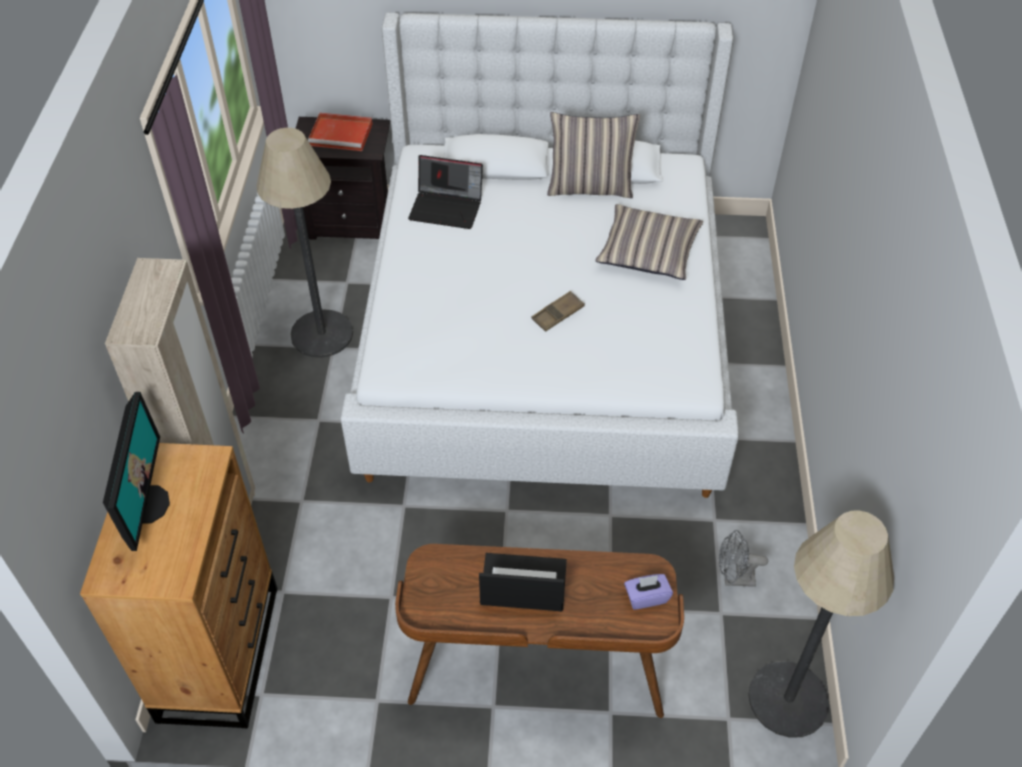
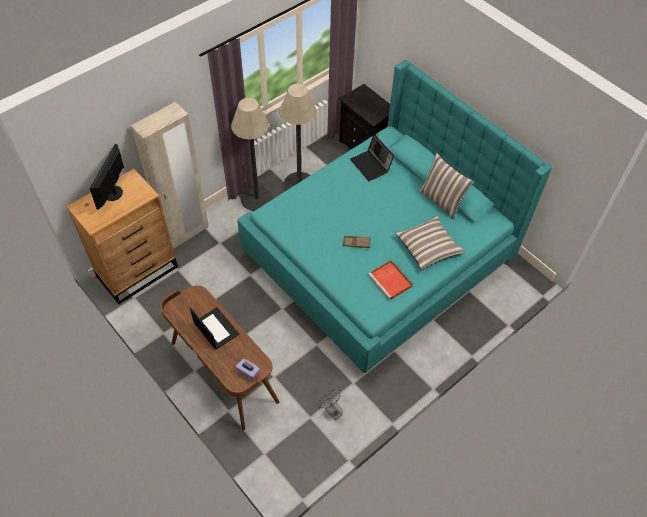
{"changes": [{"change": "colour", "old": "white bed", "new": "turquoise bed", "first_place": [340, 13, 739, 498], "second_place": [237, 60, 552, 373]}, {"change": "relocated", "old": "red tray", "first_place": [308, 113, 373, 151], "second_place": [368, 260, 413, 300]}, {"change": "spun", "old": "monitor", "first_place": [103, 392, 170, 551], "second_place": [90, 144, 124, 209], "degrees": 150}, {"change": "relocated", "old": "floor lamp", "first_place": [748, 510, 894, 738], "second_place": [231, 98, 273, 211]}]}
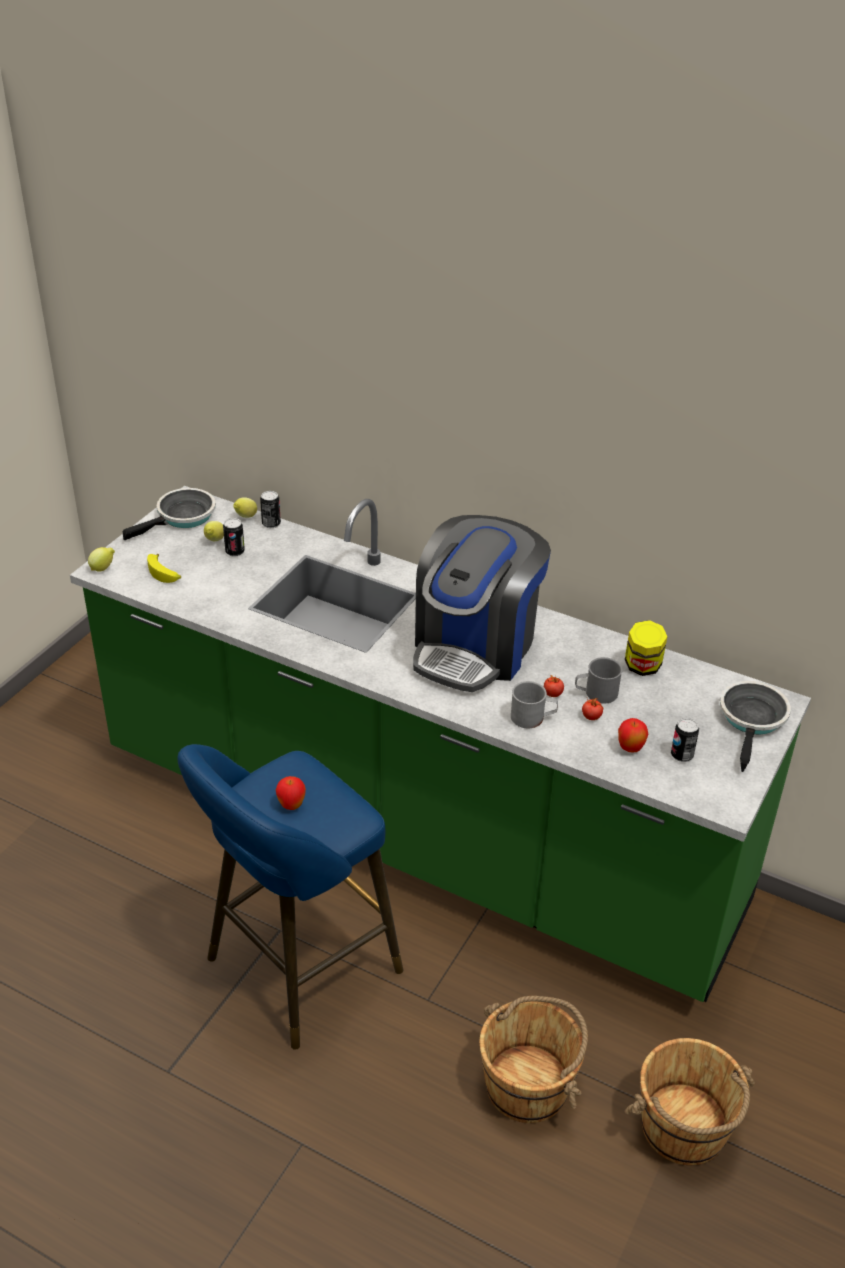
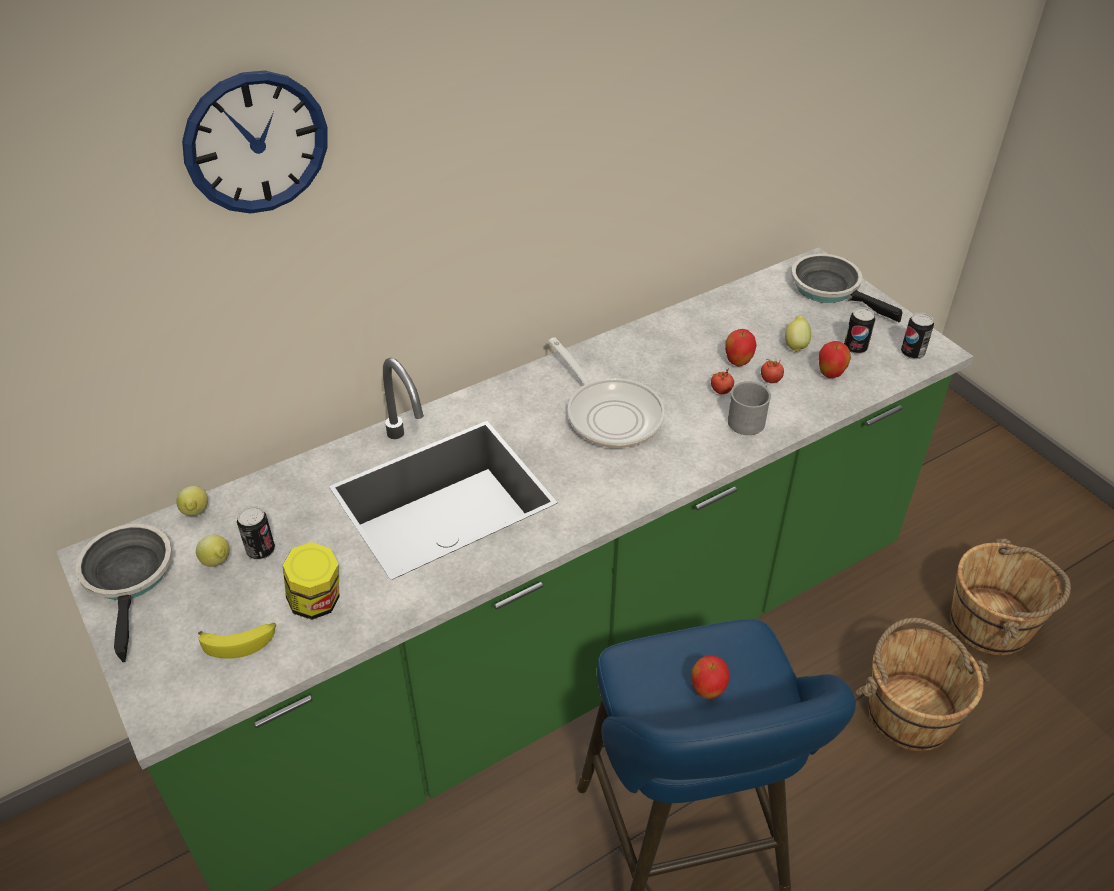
{"changes": [{"change": "relocated", "old": "can", "first_place": [260, 491, 281, 528], "second_place": [901, 312, 934, 360]}, {"change": "exchanged", "old": "coffee machine", "new": "frying pan", "first_place": [413, 515, 551, 692], "second_place": [549, 338, 665, 448]}, {"change": "relocated", "old": "lemon", "first_place": [88, 547, 115, 572], "second_place": [785, 315, 811, 352]}, {"change": "relocated", "old": "jar", "first_place": [625, 620, 667, 676], "second_place": [283, 542, 339, 620]}, {"change": "exchanged", "old": "grey mug", "new": "apple", "first_place": [575, 657, 623, 704], "second_place": [725, 329, 757, 366]}, {"change": "appeared", "new": "wall clock", "second_place": [182, 71, 327, 214]}]}
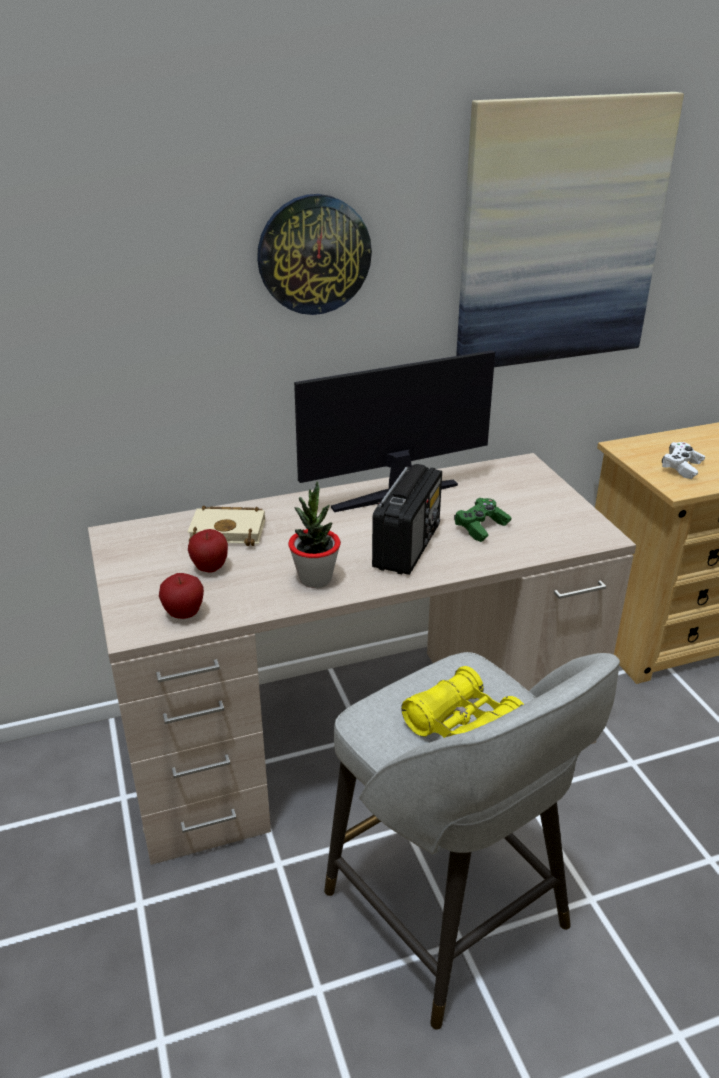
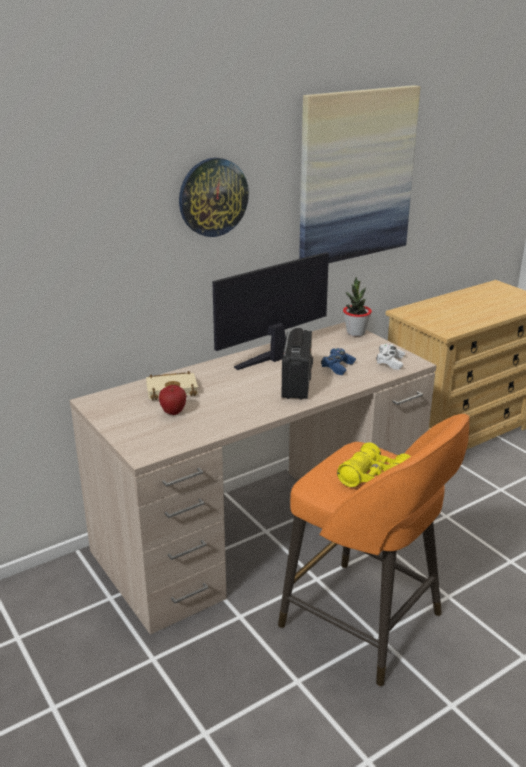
{"changes": [{"change": "relocated", "old": "white game controller", "first_place": [662, 442, 705, 479], "second_place": [376, 344, 405, 370]}, {"change": "relocated", "old": "potted plant", "first_place": [288, 481, 341, 588], "second_place": [343, 277, 372, 336]}, {"change": "colour", "old": "green game controller", "new": "blue game controller", "first_place": [454, 498, 511, 542], "second_place": [321, 348, 356, 375]}, {"change": "missing", "old": "apple", "first_place": [159, 573, 204, 619]}, {"change": "colour", "old": "grey stool", "new": "orange stool", "first_place": [324, 652, 620, 1030], "second_place": [278, 414, 470, 686]}]}
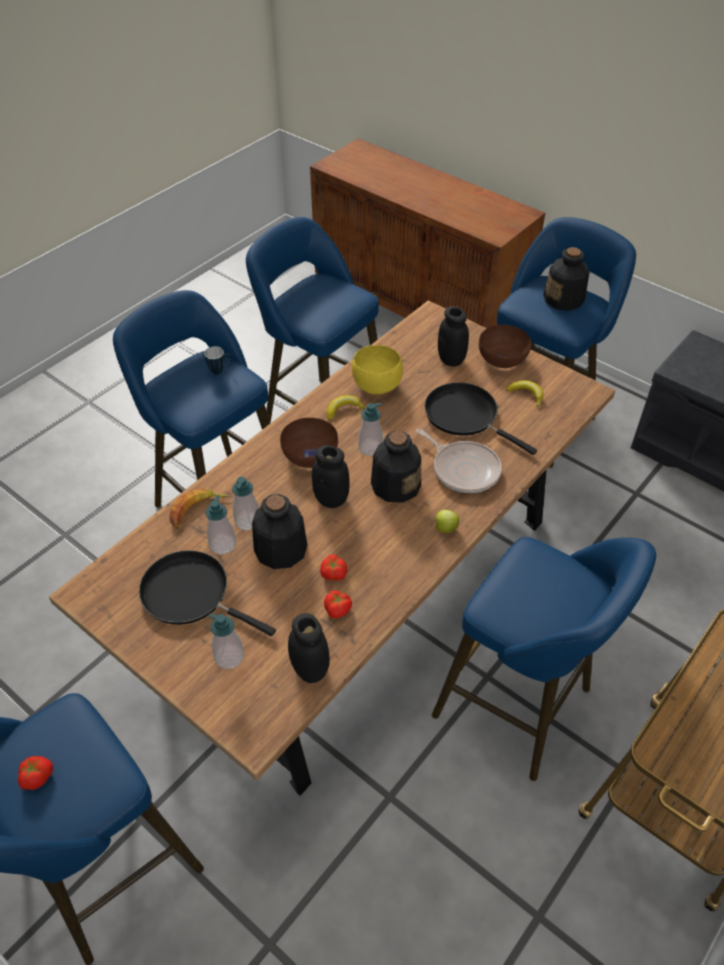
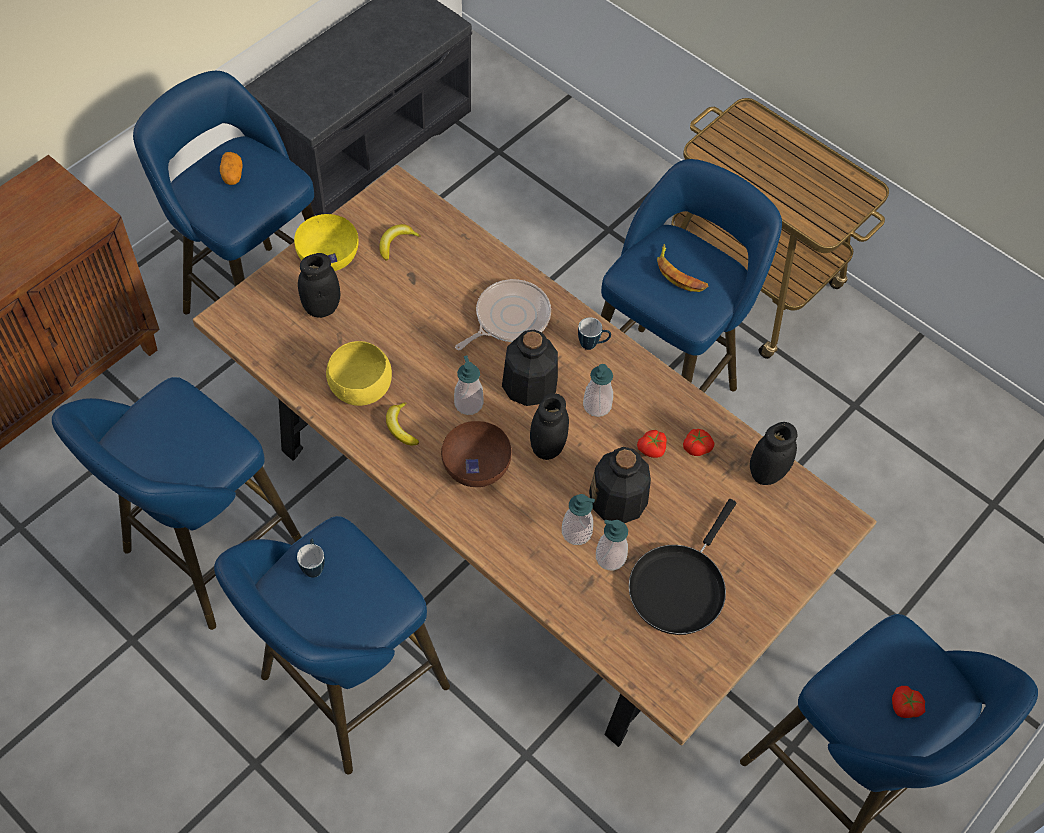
{"changes": [{"change": "exchanged", "old": "bottle", "new": "potato", "first_place": [543, 247, 590, 311], "second_place": [220, 152, 243, 185]}, {"change": "colour", "old": "brown bowl", "new": "yellow bowl", "first_place": [479, 325, 531, 368], "second_place": [294, 214, 359, 271]}, {"change": "missing", "old": "black frying pan", "first_place": [424, 382, 537, 455]}, {"change": "relocated", "old": "banana", "first_place": [169, 489, 229, 529], "second_place": [657, 244, 708, 292]}, {"change": "exchanged", "old": "apple", "new": "mug", "first_place": [433, 510, 459, 533], "second_place": [578, 317, 611, 350]}, {"change": "relocated", "old": "soap dispenser", "first_place": [209, 613, 244, 669], "second_place": [583, 364, 613, 417]}]}
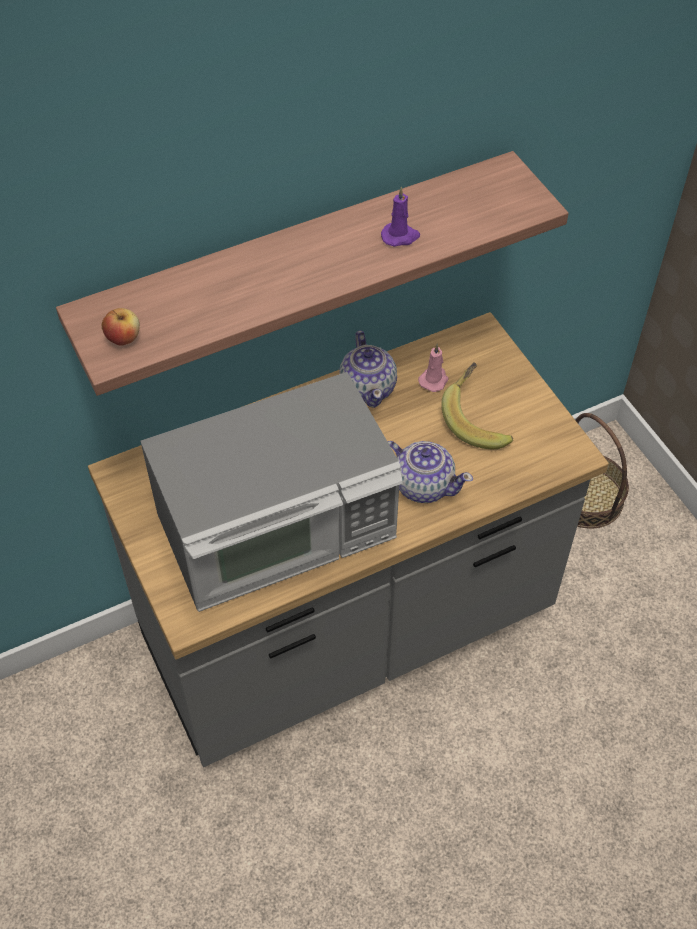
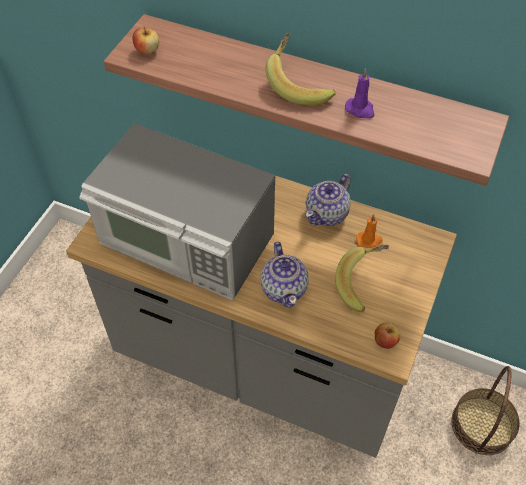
{"changes": [{"change": "colour", "old": "pink candle", "new": "orange candle", "first_place": [418, 344, 449, 392], "second_place": [356, 214, 383, 248]}, {"change": "appeared", "new": "banana", "second_place": [265, 33, 336, 105]}, {"change": "appeared", "new": "apple", "second_place": [375, 322, 401, 349]}]}
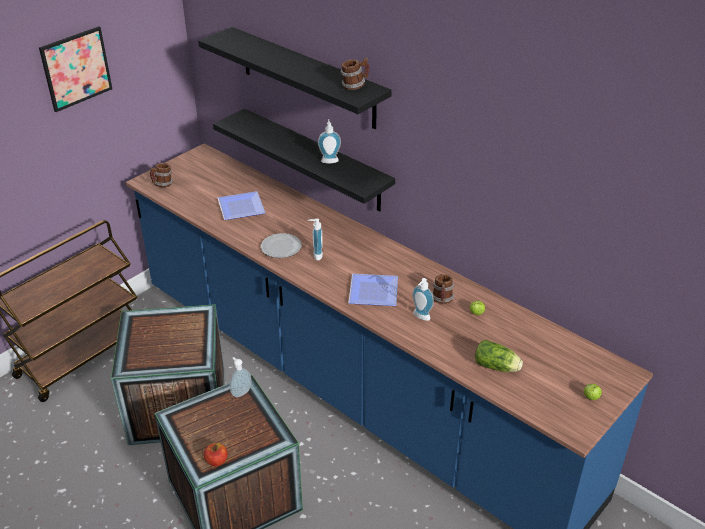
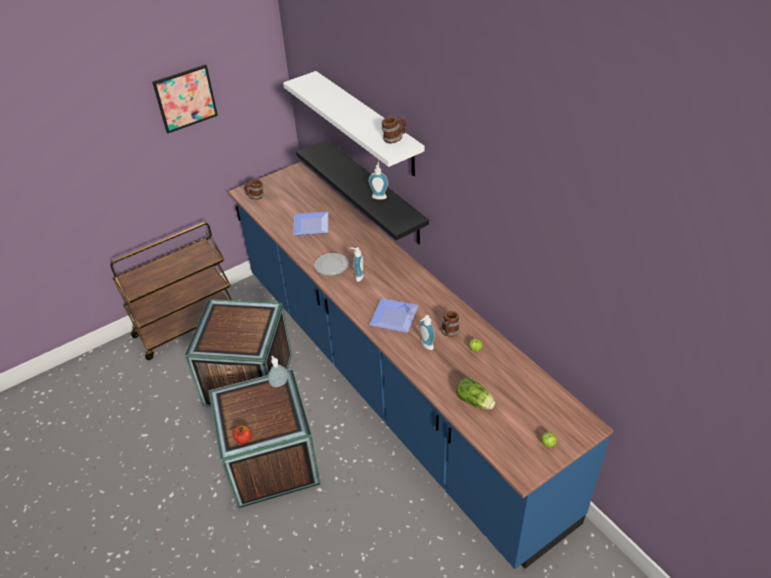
{"changes": [{"change": "colour", "old": "black shelf", "new": "white shelf", "first_place": [198, 27, 392, 129], "second_place": [283, 71, 425, 176]}]}
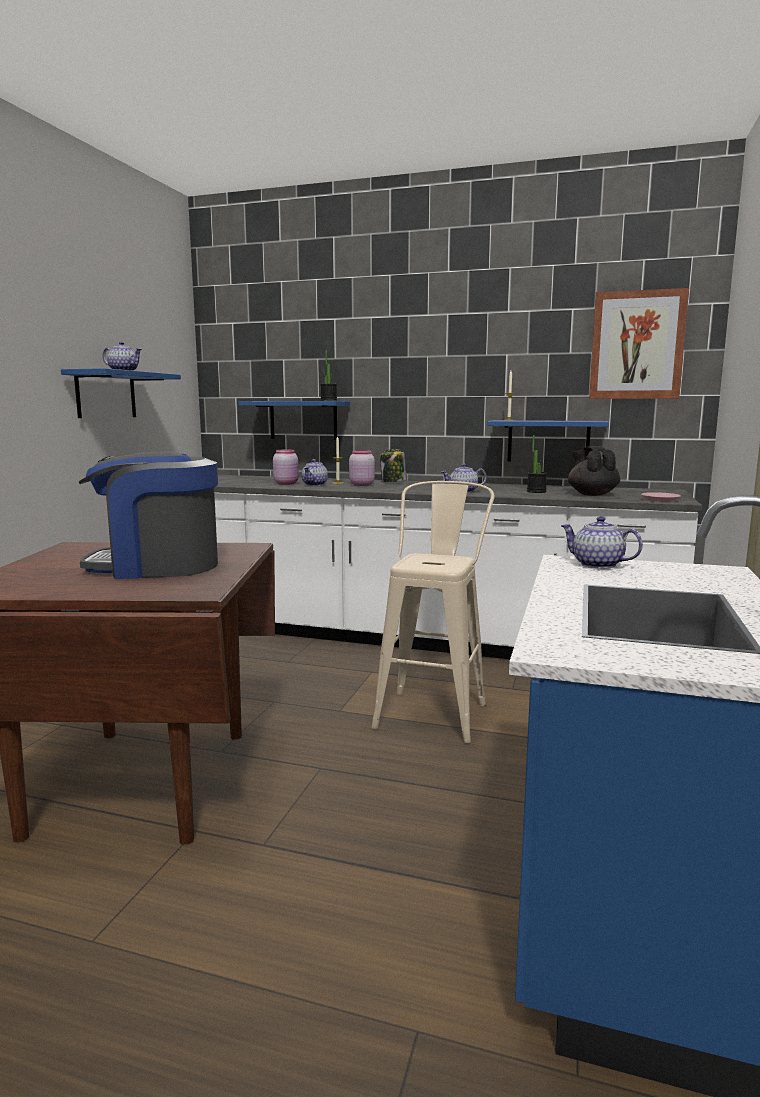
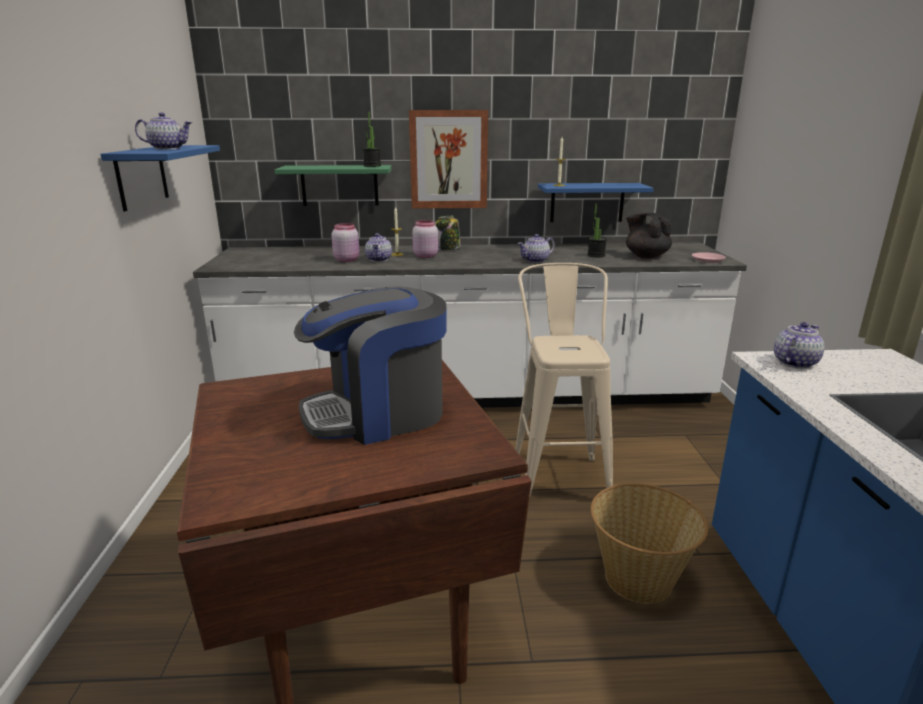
{"changes": [{"change": "relocated", "old": "picture", "first_place": [589, 288, 689, 399], "second_place": [409, 110, 488, 209]}, {"change": "colour", "old": "blue shelf", "new": "green shelf", "first_place": [239, 401, 350, 440], "second_place": [275, 165, 392, 206]}, {"change": "spun", "old": "teapot", "first_place": [561, 516, 643, 569], "second_place": [774, 322, 825, 369], "degrees": 120}, {"change": "appeared", "new": "basket", "second_place": [590, 483, 708, 604]}]}
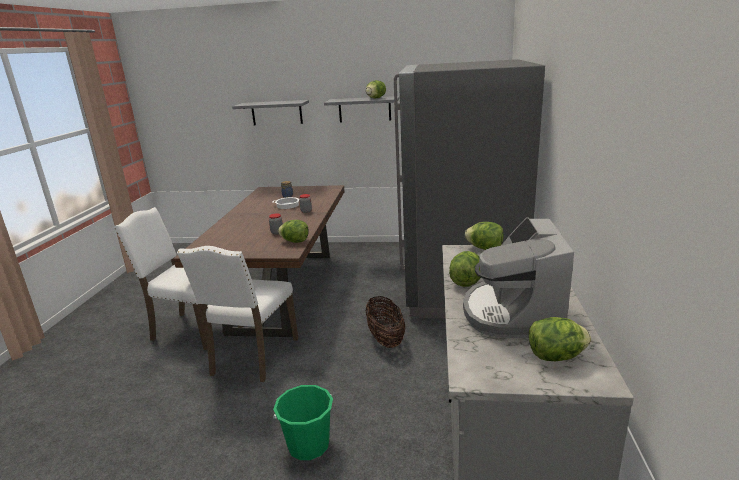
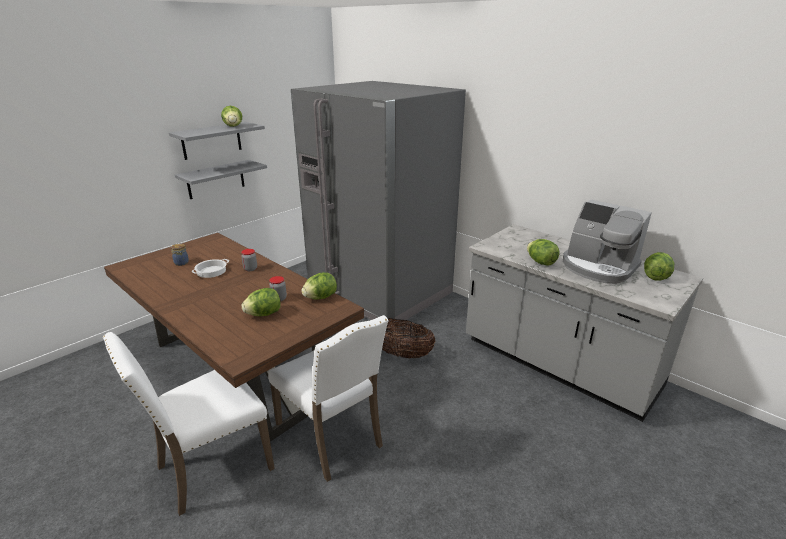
{"changes": [{"change": "relocated", "old": "grey shelf", "first_place": [232, 100, 309, 126], "second_place": [175, 160, 267, 199]}, {"change": "relocated", "old": "lettuce", "first_place": [465, 222, 504, 250], "second_place": [242, 288, 281, 316]}, {"change": "missing", "old": "green bucket", "first_place": [273, 385, 333, 460]}]}
